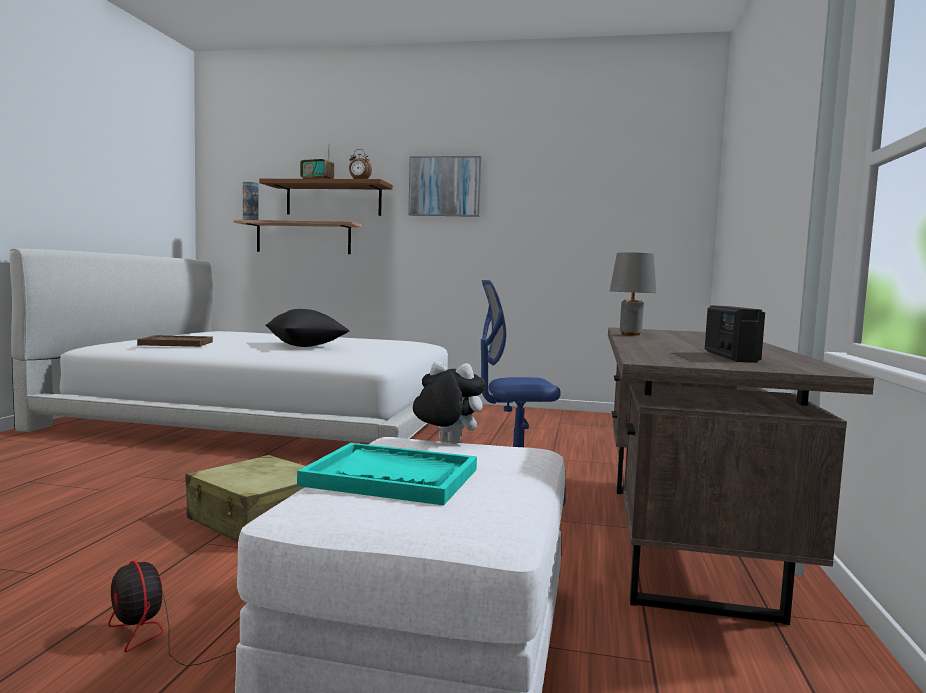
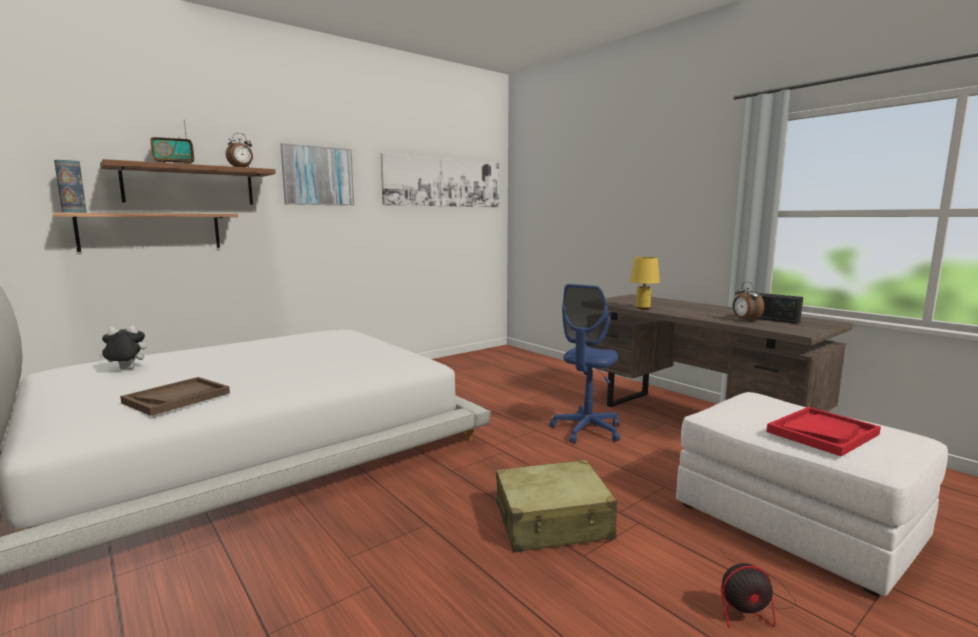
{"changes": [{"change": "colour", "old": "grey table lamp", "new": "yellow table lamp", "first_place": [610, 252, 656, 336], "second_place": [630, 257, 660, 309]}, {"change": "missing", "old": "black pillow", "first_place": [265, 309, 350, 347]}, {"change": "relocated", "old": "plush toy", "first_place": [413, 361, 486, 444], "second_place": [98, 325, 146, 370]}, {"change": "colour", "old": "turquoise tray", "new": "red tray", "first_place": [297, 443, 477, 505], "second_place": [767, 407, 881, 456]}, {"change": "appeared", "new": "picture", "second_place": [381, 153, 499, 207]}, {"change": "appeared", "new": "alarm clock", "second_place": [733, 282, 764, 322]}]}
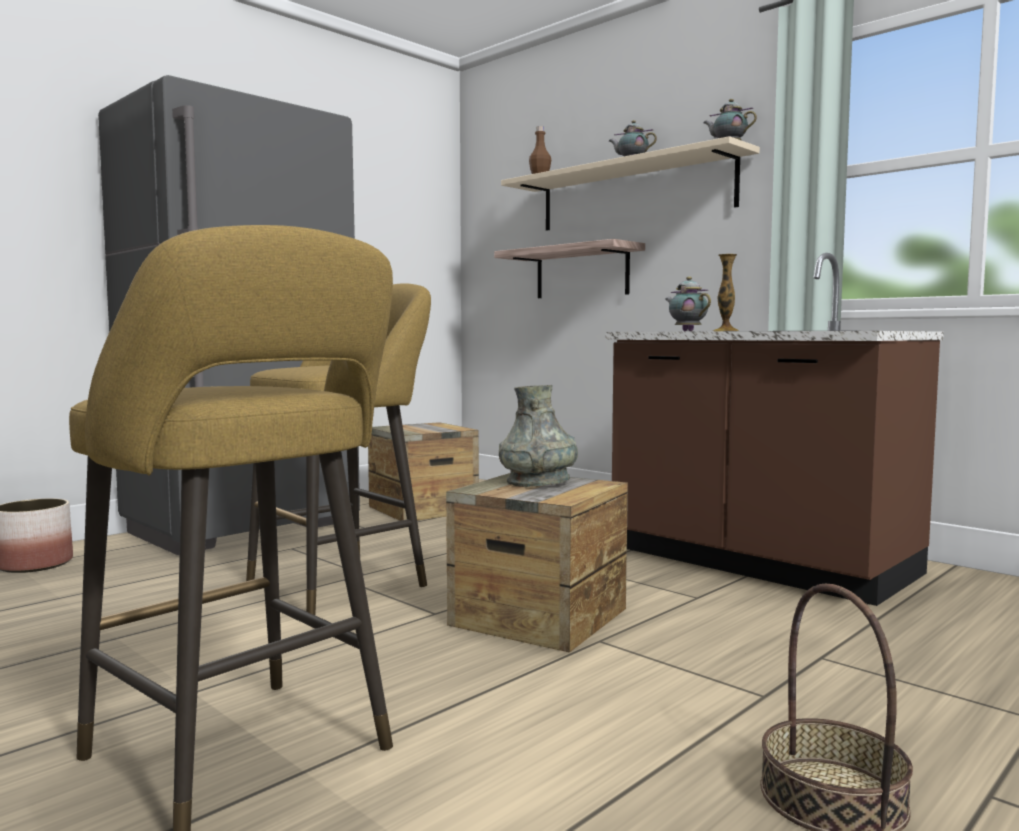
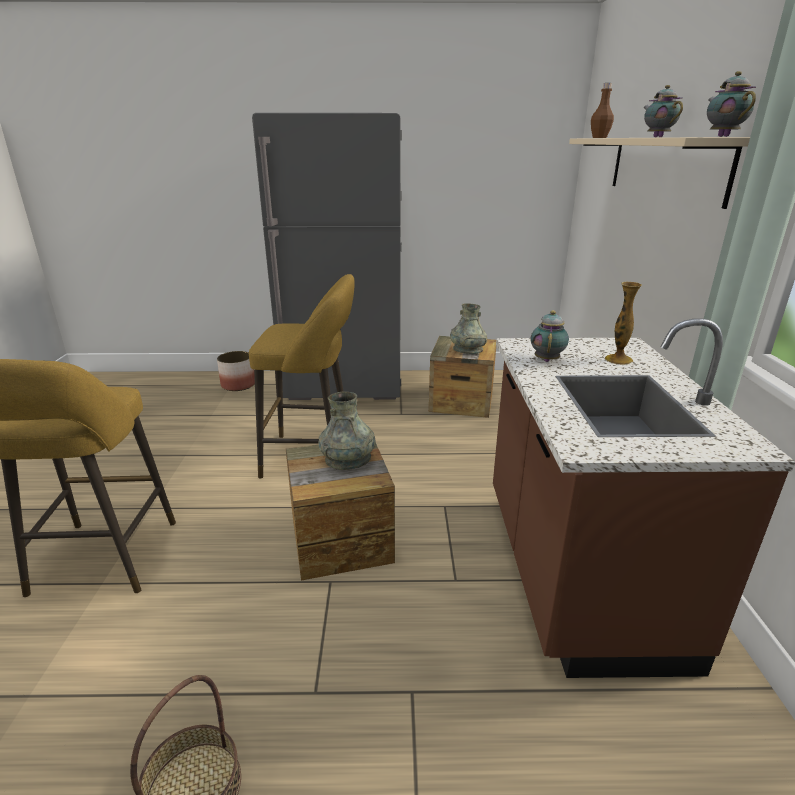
{"changes": [{"change": "missing", "old": "shelf", "first_place": [494, 239, 645, 298]}, {"change": "appeared", "new": "grey vase", "second_place": [450, 303, 487, 354]}]}
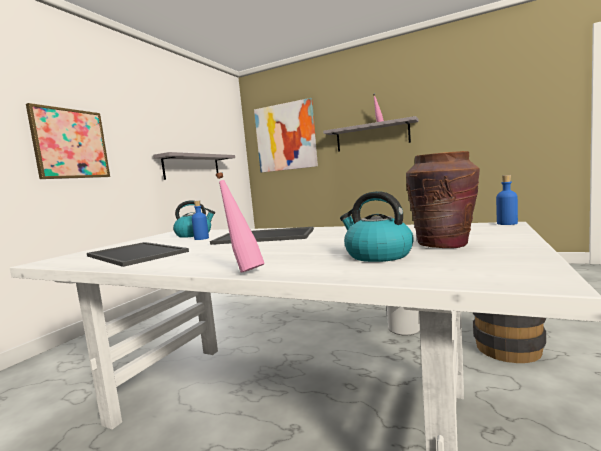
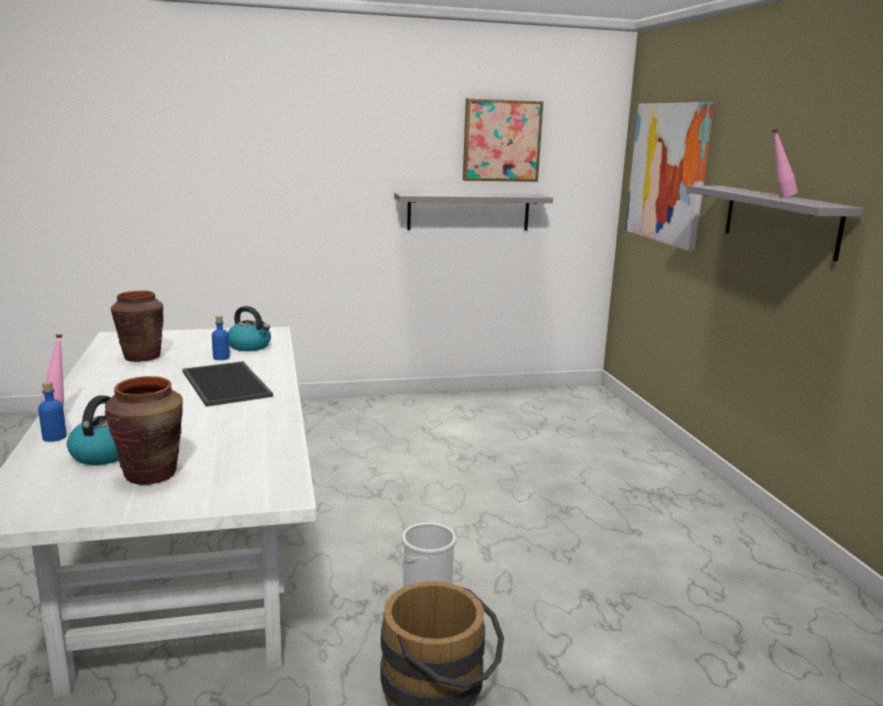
{"changes": [{"change": "relocated", "old": "picture", "first_place": [26, 103, 110, 179], "second_place": [463, 98, 544, 182]}, {"change": "relocated", "old": "blue bottle", "first_place": [496, 175, 518, 225], "second_place": [38, 381, 67, 442]}, {"change": "exchanged", "old": "tray", "new": "brown vase", "first_place": [87, 242, 189, 267], "second_place": [111, 291, 164, 362]}]}
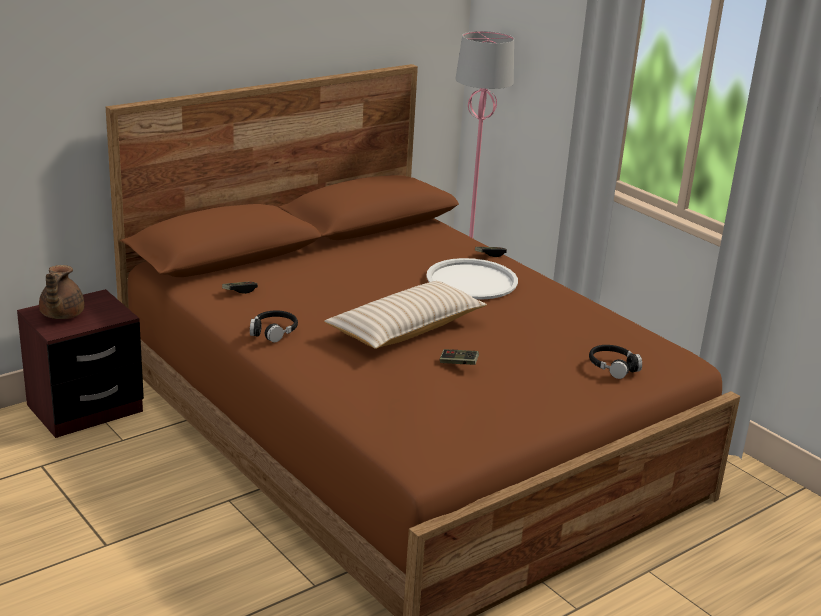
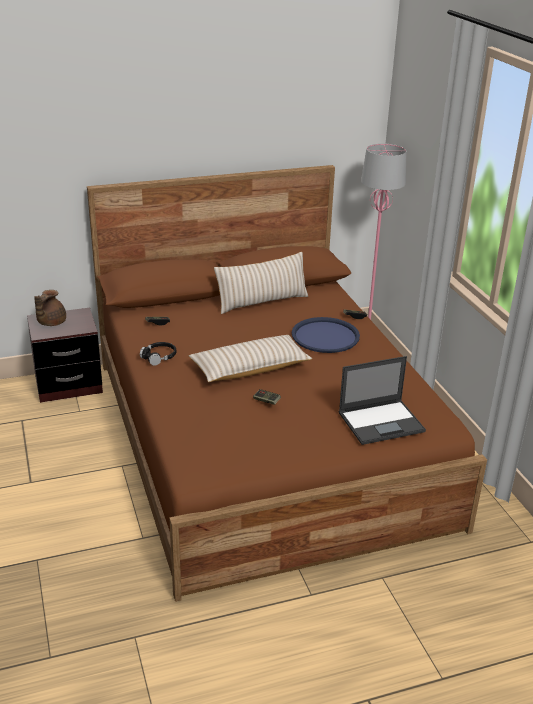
{"changes": [{"change": "colour", "old": "white tray", "new": "blue tray", "first_place": [426, 258, 518, 300], "second_place": [292, 317, 360, 353]}, {"change": "exchanged", "old": "black headphones", "new": "laptop", "first_place": [589, 345, 642, 379], "second_place": [339, 356, 426, 445]}, {"change": "appeared", "new": "beige pillow", "second_place": [214, 252, 308, 314]}]}
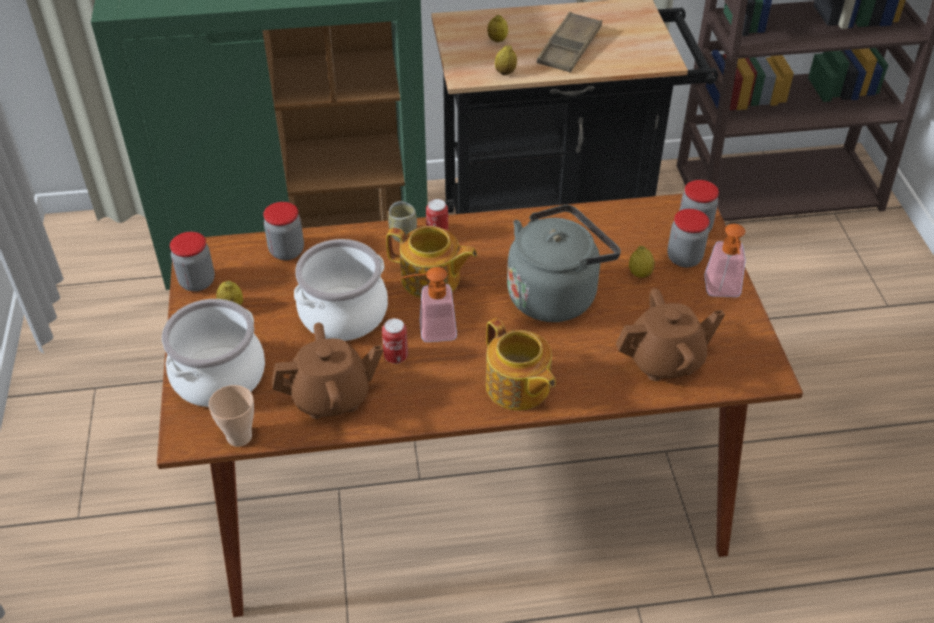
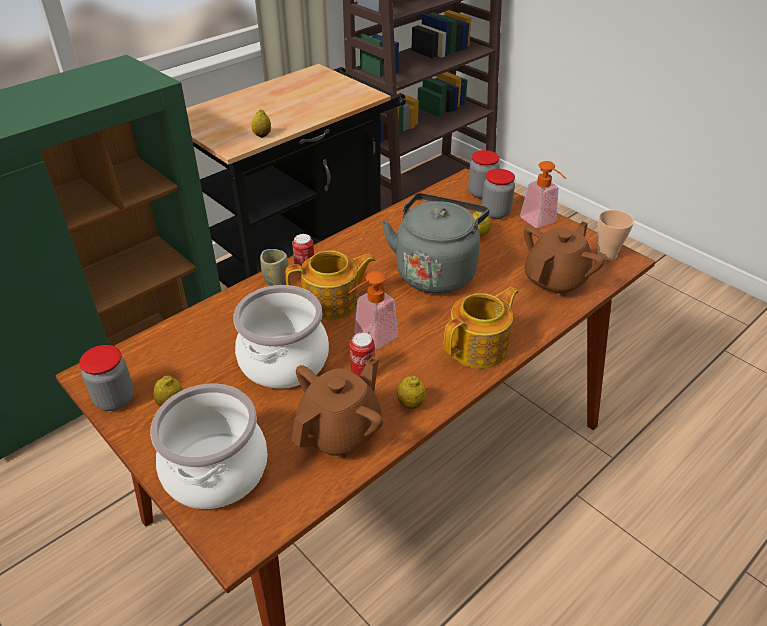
{"changes": [{"change": "missing", "old": "brown tray", "first_place": [537, 12, 602, 72]}, {"change": "relocated", "old": "lemon", "first_place": [487, 15, 508, 42], "second_place": [397, 376, 426, 409]}, {"change": "missing", "old": "jar", "first_place": [263, 202, 304, 260]}, {"change": "spun", "old": "teapot", "first_place": [486, 318, 556, 411], "second_place": [444, 287, 518, 369], "degrees": -60}, {"change": "relocated", "old": "cup", "first_place": [209, 385, 254, 447], "second_place": [598, 210, 634, 260]}]}
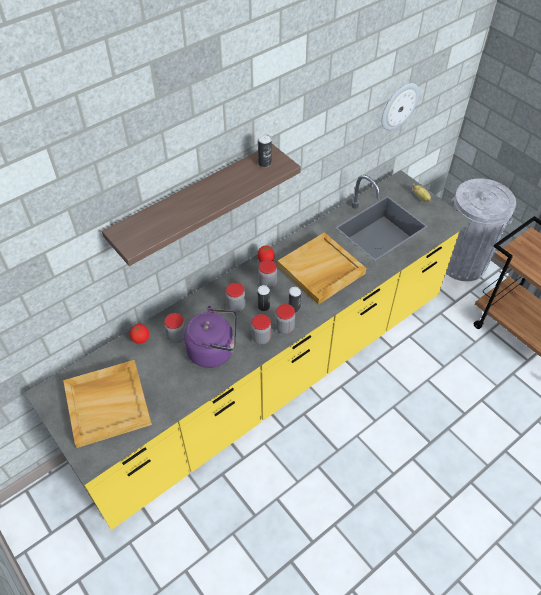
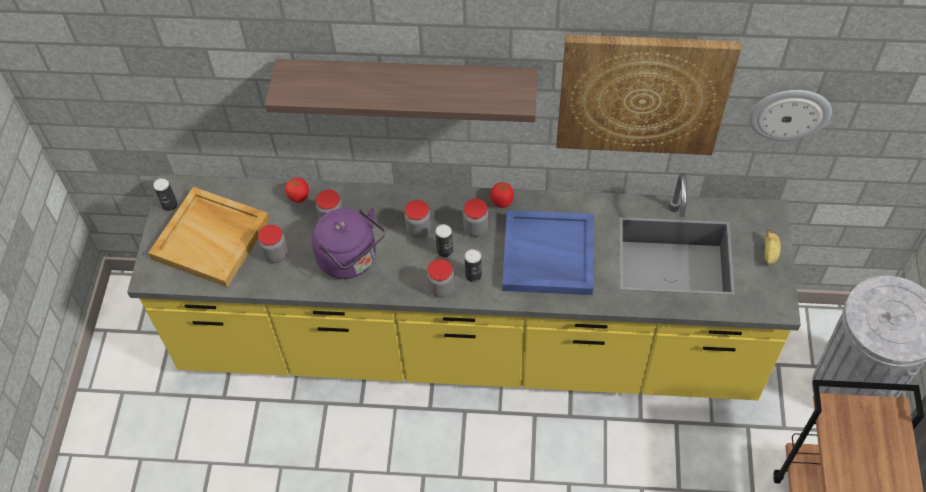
{"changes": [{"change": "relocated", "old": "can", "first_place": [258, 134, 272, 167], "second_place": [153, 178, 178, 211]}, {"change": "colour", "old": "beige tray", "new": "blue tray", "first_place": [278, 232, 366, 305], "second_place": [502, 210, 594, 295]}, {"change": "relocated", "old": "jar", "first_place": [251, 314, 271, 344], "second_place": [258, 225, 288, 263]}, {"change": "appeared", "new": "picture", "second_place": [556, 34, 741, 155]}]}
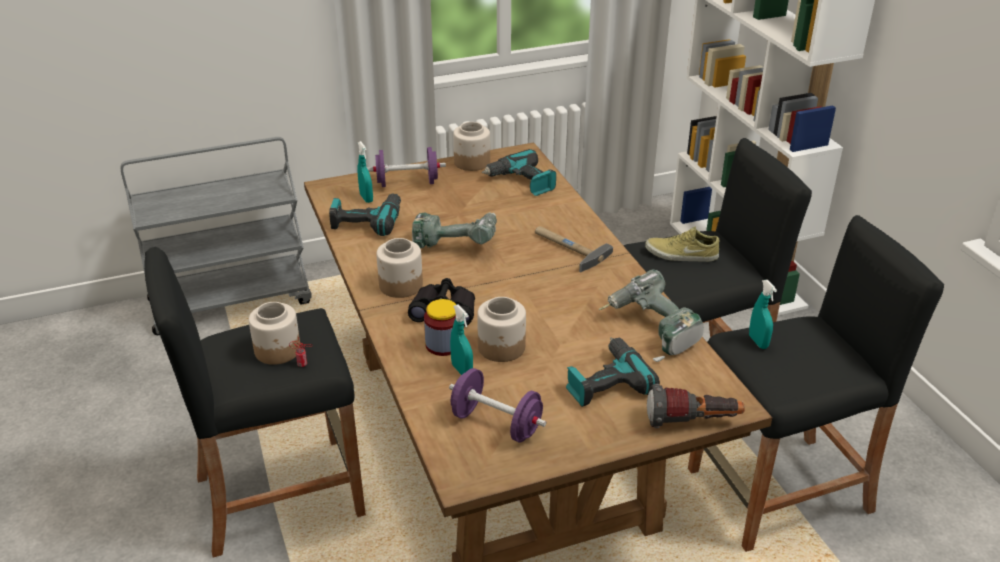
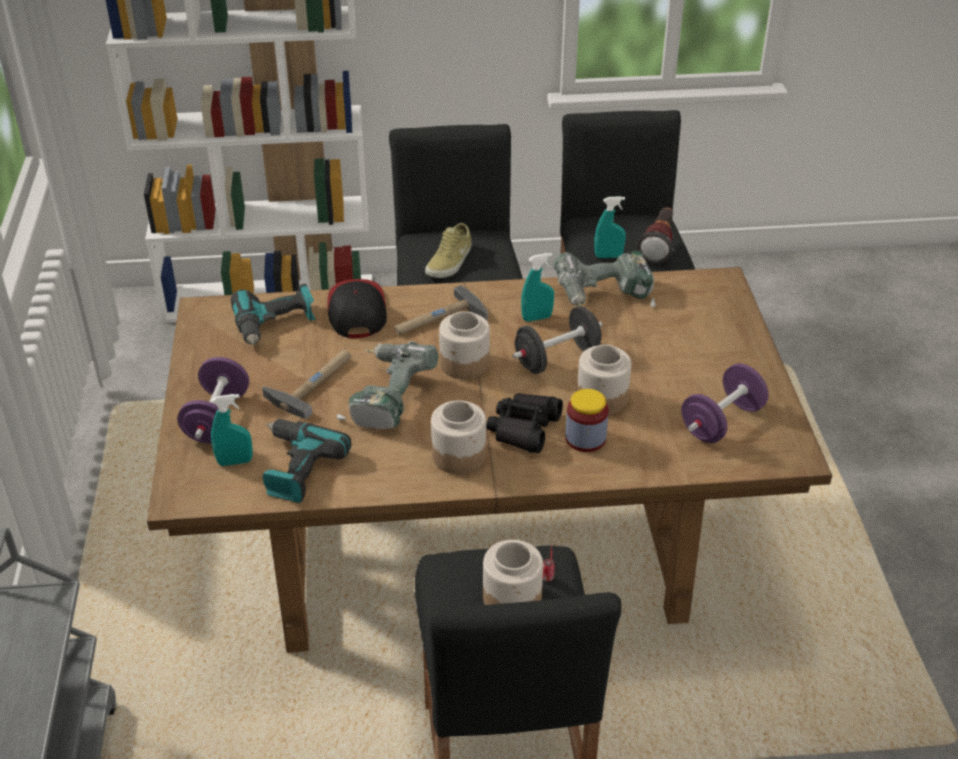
{"changes": [{"change": "relocated", "old": "jar", "first_place": [453, 122, 490, 171], "second_place": [439, 311, 490, 379]}, {"change": "relocated", "old": "turquoise spray bottle", "first_place": [450, 304, 473, 375], "second_place": [521, 253, 554, 322]}, {"change": "missing", "old": "power drill", "first_place": [566, 337, 660, 407]}, {"change": "relocated", "old": "flashlight", "first_place": [647, 384, 745, 428], "second_place": [637, 207, 674, 264]}, {"change": "appeared", "new": "cap", "second_place": [328, 279, 387, 338]}, {"change": "appeared", "new": "black dumbbell", "second_place": [513, 306, 602, 374]}, {"change": "appeared", "new": "hammer", "second_place": [262, 350, 351, 419]}]}
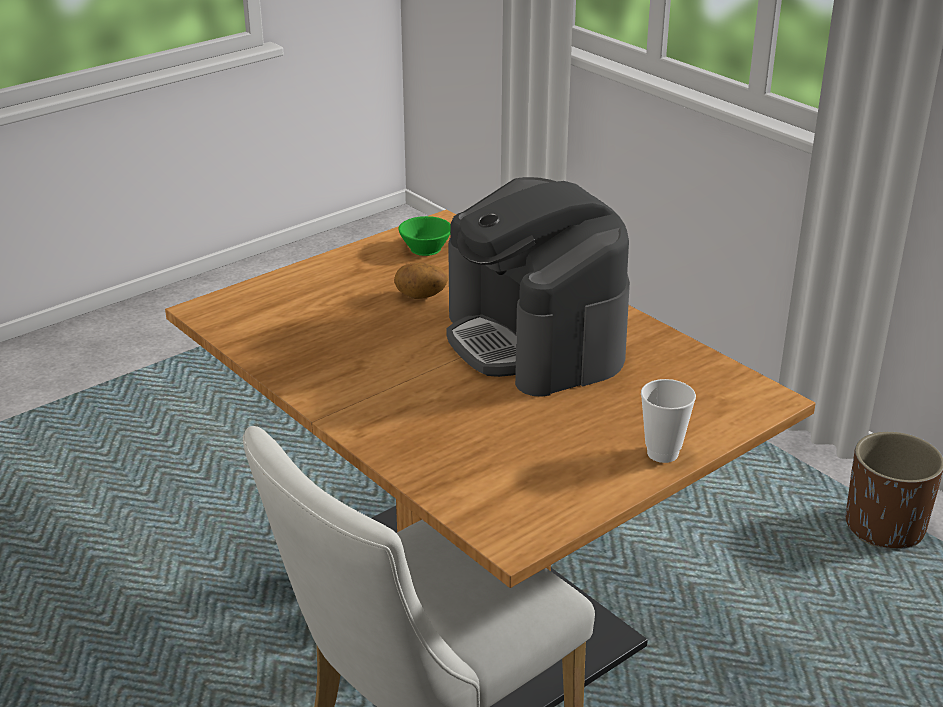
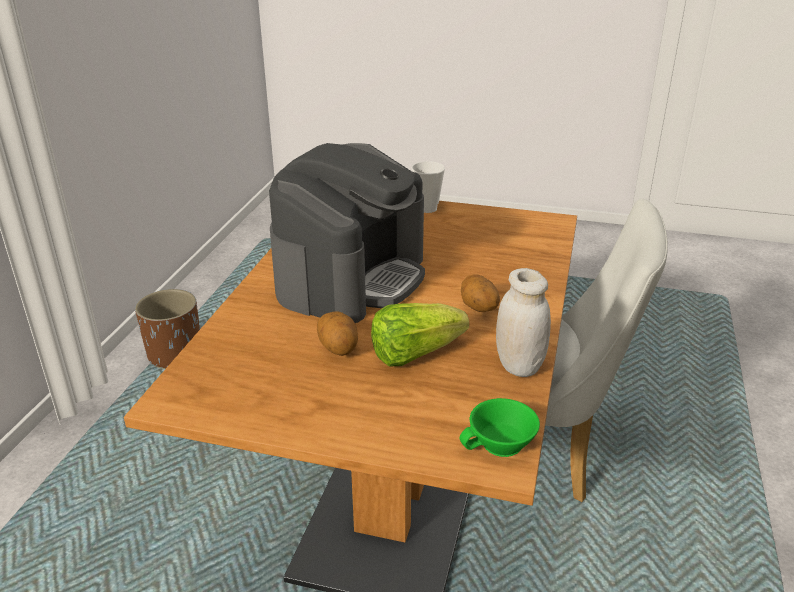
{"changes": [{"change": "relocated", "old": "green cup", "first_place": [398, 216, 451, 256], "second_place": [459, 398, 540, 457]}, {"change": "appeared", "new": "white jar", "second_place": [496, 268, 551, 377]}, {"change": "appeared", "new": "potato", "second_place": [461, 274, 500, 312]}, {"change": "appeared", "new": "lettuce", "second_place": [371, 303, 469, 367]}]}
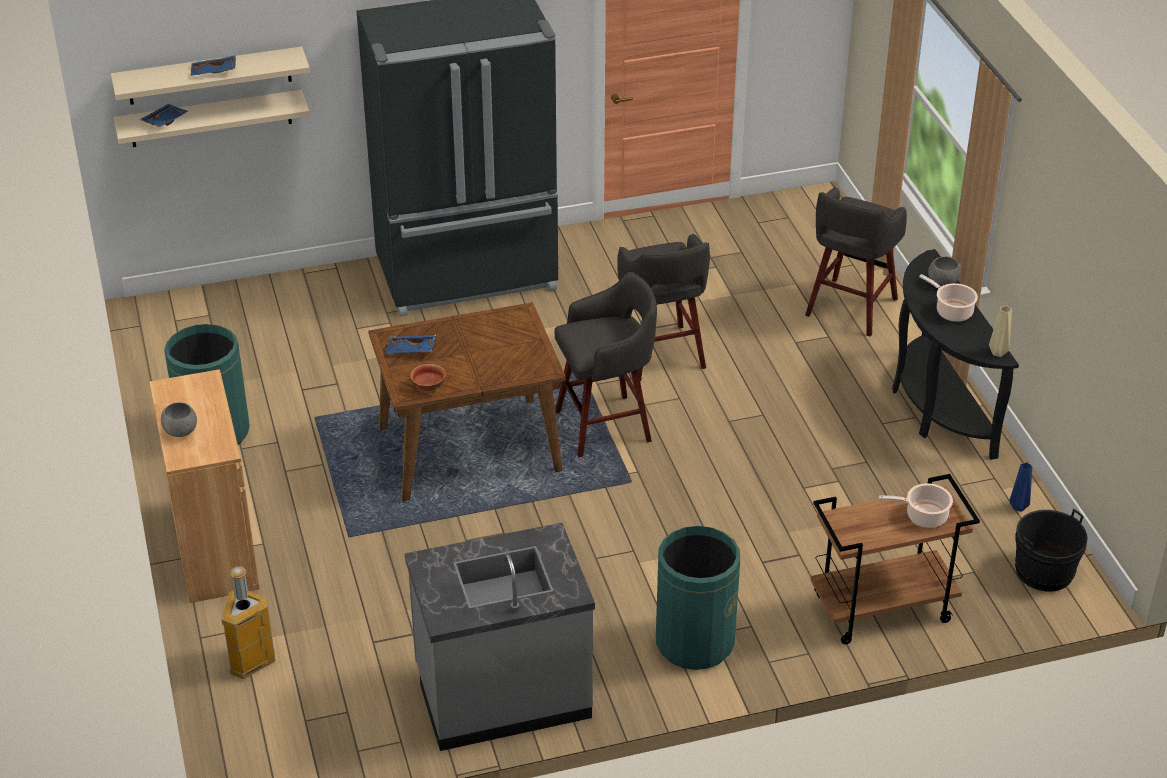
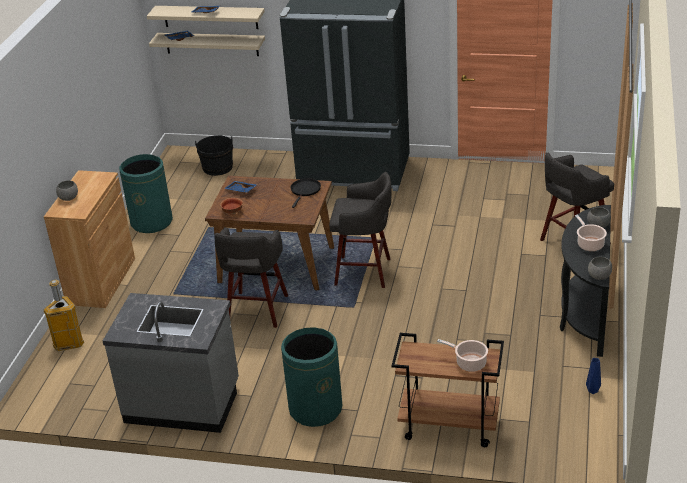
{"changes": [{"change": "relocated", "old": "grey stool", "first_place": [617, 234, 710, 381], "second_place": [214, 227, 288, 328]}, {"change": "exchanged", "old": "beige vase", "new": "grey bowl", "first_place": [989, 306, 1012, 357], "second_place": [588, 257, 612, 280]}, {"change": "relocated", "old": "black bucket", "first_place": [1015, 508, 1088, 592], "second_place": [195, 135, 233, 176]}, {"change": "appeared", "new": "black frying pan", "second_place": [290, 178, 321, 208]}]}
